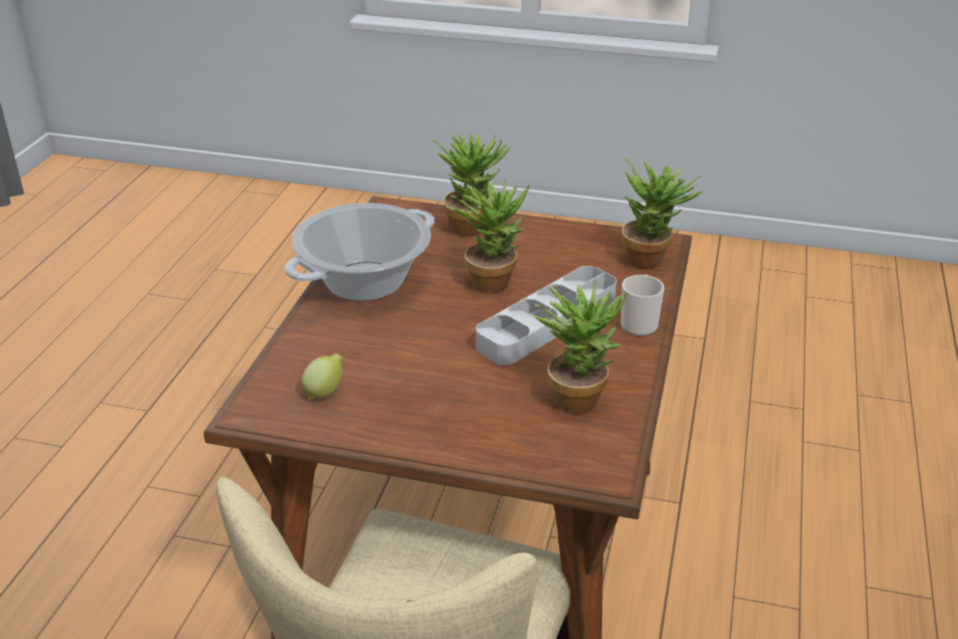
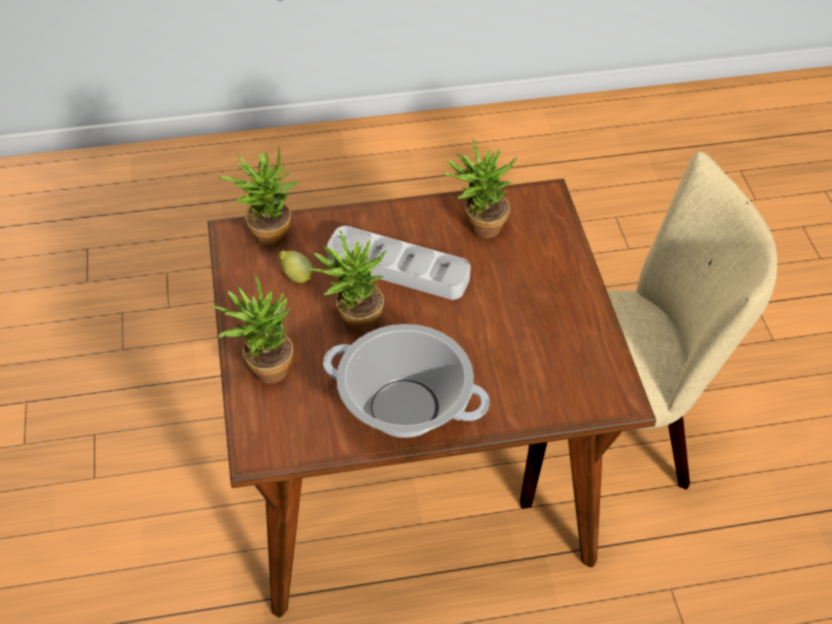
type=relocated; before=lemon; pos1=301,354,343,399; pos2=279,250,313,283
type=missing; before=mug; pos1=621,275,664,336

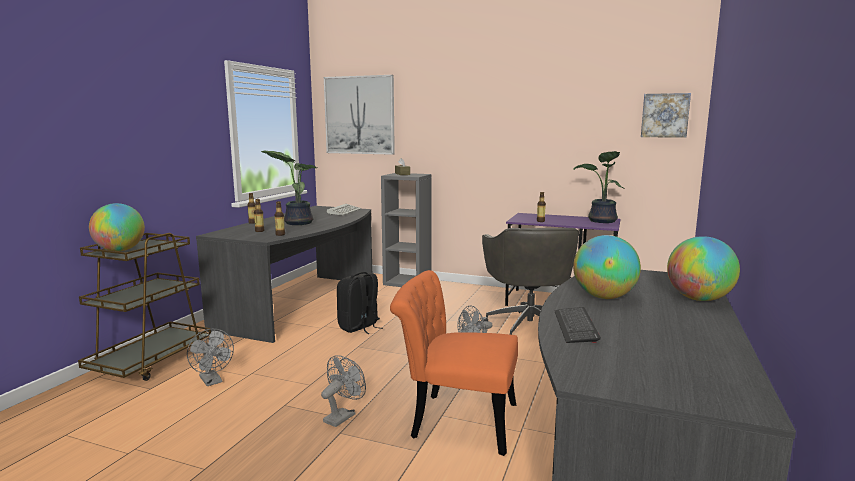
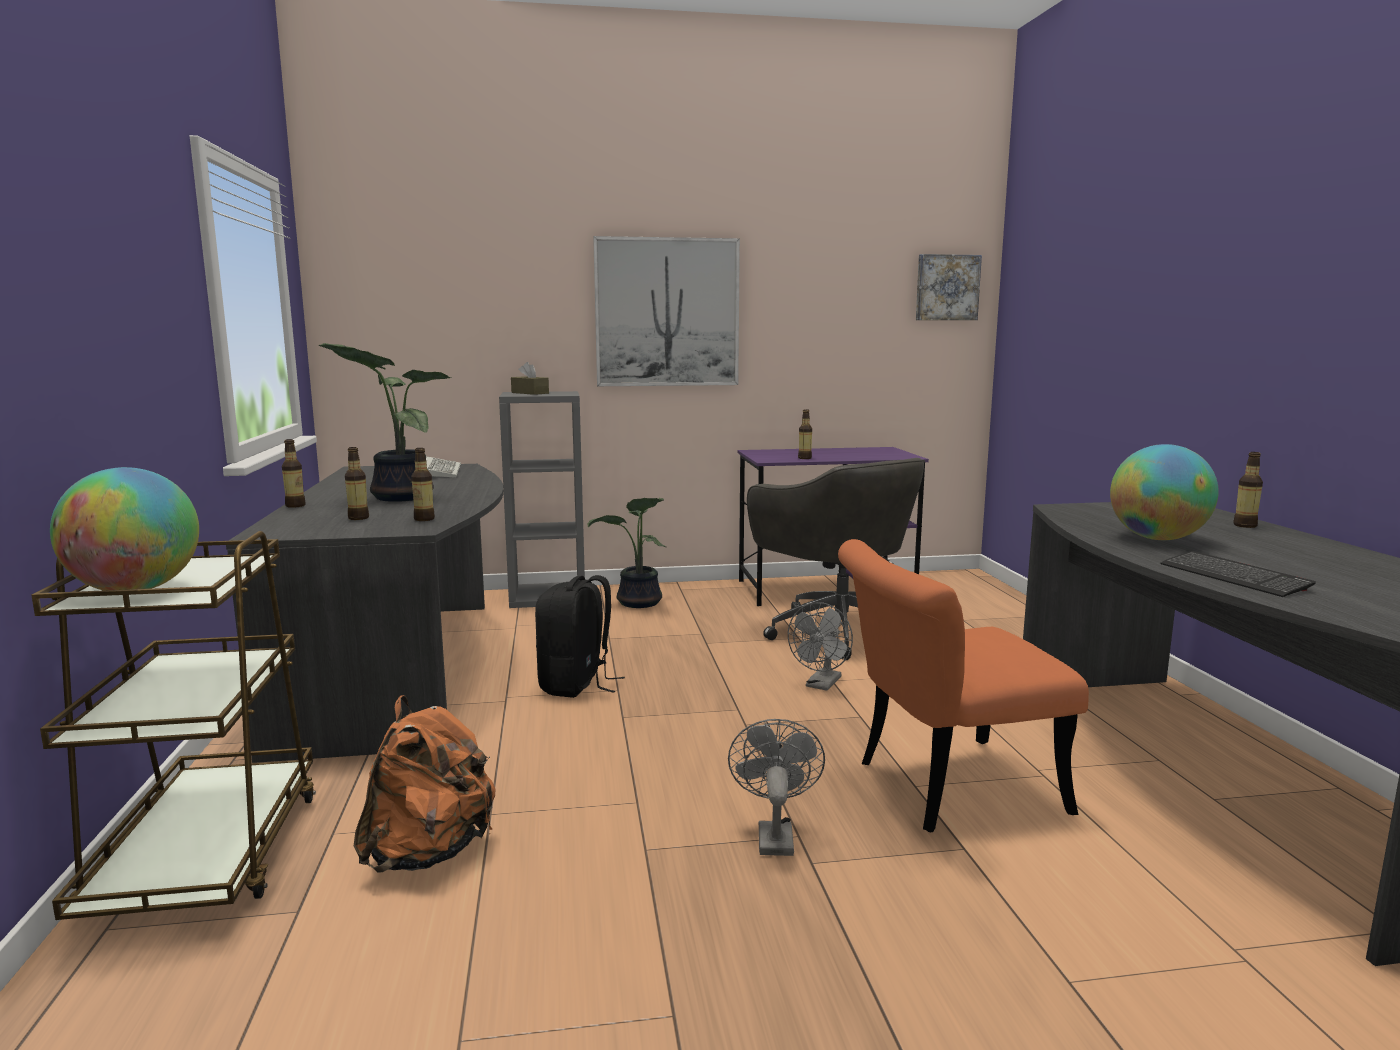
type=exchanged; before=grey fan; after=orange backpack; pos1=187,329,234,386; pos2=354,695,495,873
type=relocated; before=picture; pos1=324,75,395,155; pos2=593,236,740,386
type=relocated; before=potted plant; pos1=573,151,625,223; pos2=588,498,667,608
type=exchanged; before=globe; after=bottle; pos1=667,236,740,301; pos2=1233,452,1263,528

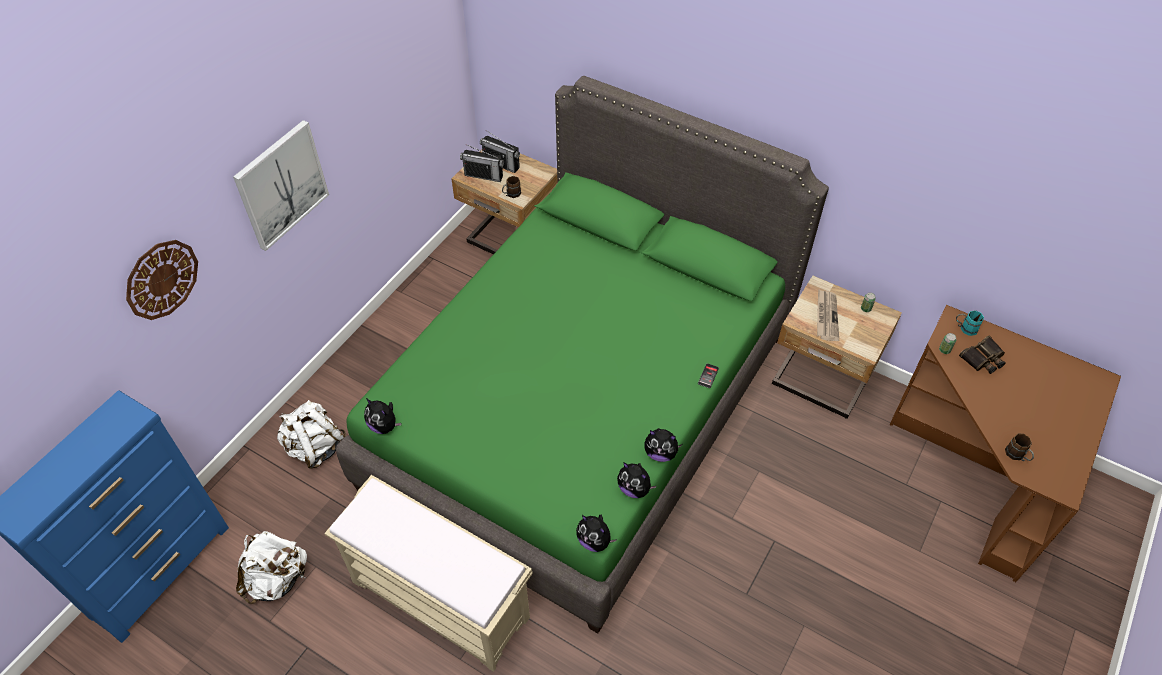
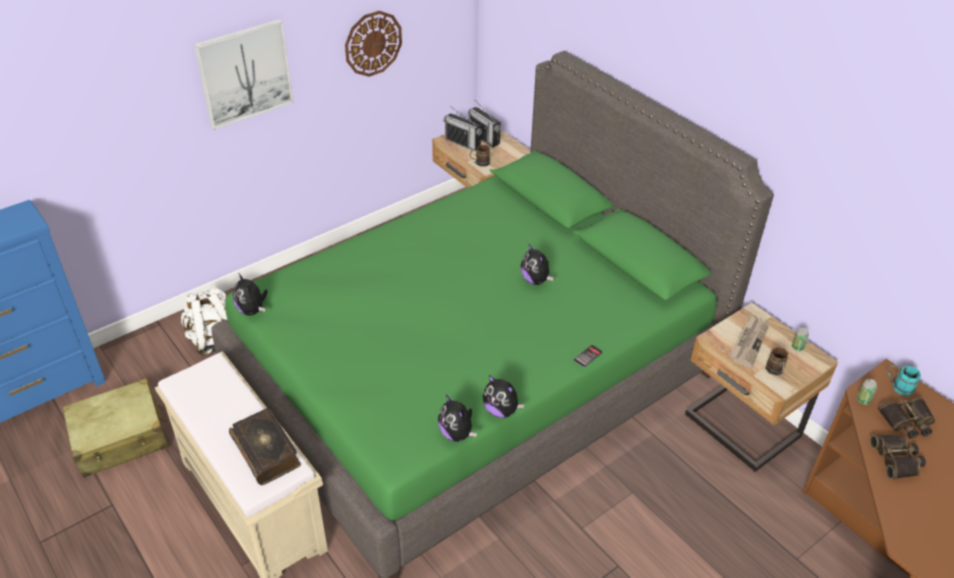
type=relocated; before=wall clock; pos1=126,240,198,320; pos2=345,11,402,77
type=exchanged; before=white backpack; after=beige suitcase; pos1=236,531,307,604; pos2=62,378,169,478
type=relocated; before=plush toy; pos1=576,515,617,552; pos2=521,244,554,285
type=relocated; before=brown mug; pos1=1005,434,1034,461; pos2=765,347,788,376
type=appeared; after=book; pos2=229,408,301,485
type=appeared; after=binoculars; pos2=870,435,926,479

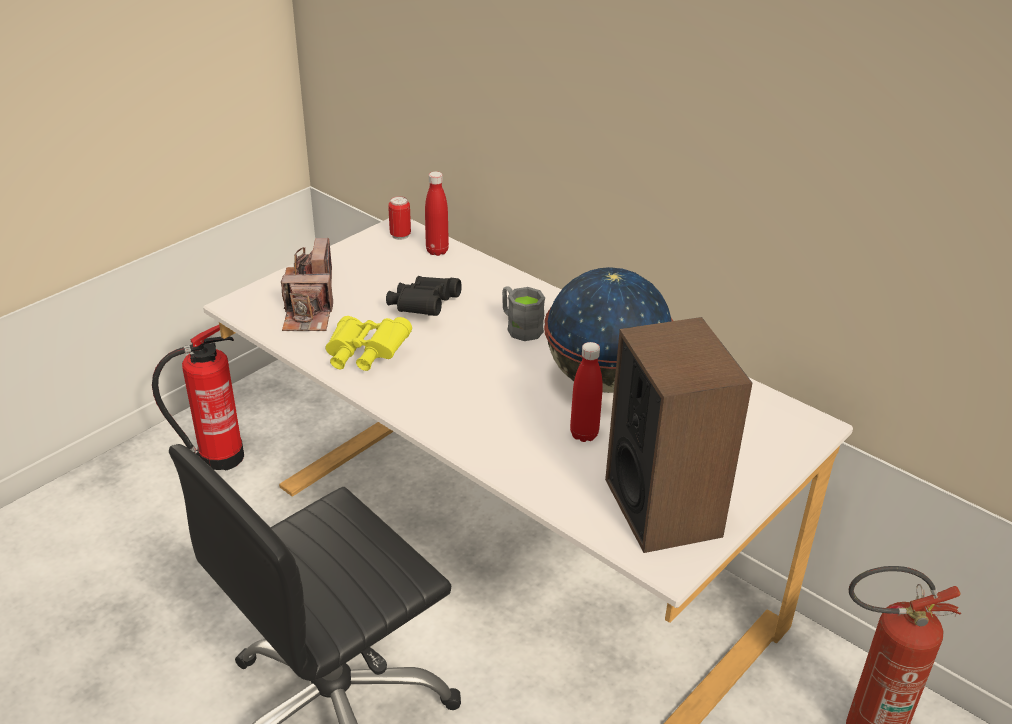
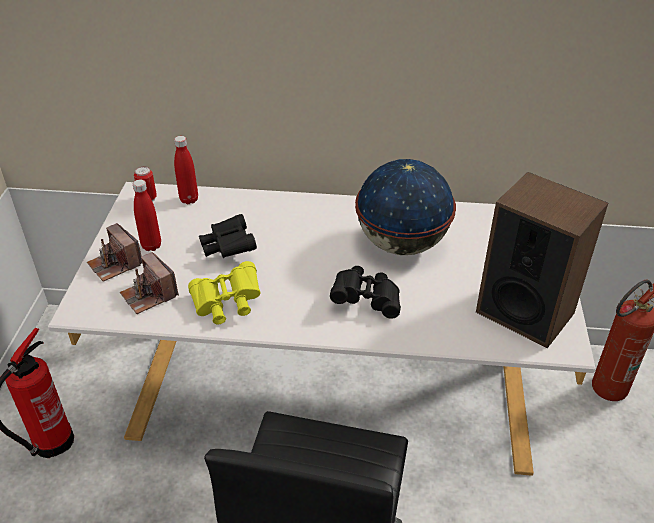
type=spun; before=photo camera; pos1=281,273,333,331; pos2=120,252,179,314; turn=90
type=missing; before=grey mug; pos1=502,286,545,341
type=relocated; before=red bottle; pos1=570,342,603,442; pos2=133,179,161,251
type=appeared; after=black binoculars; pos2=330,266,401,319

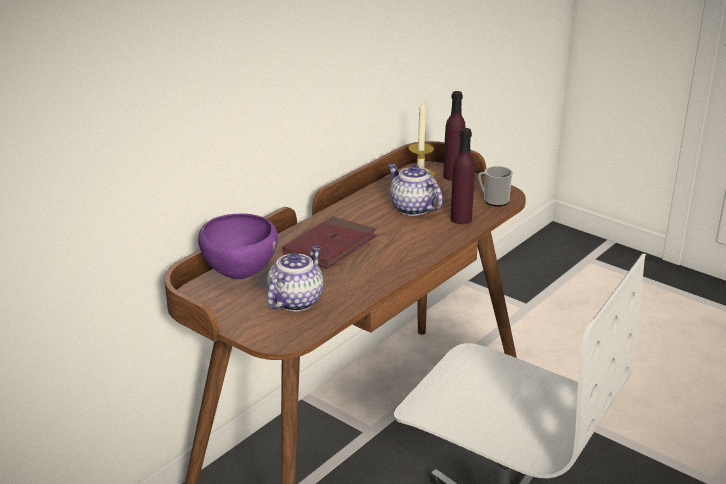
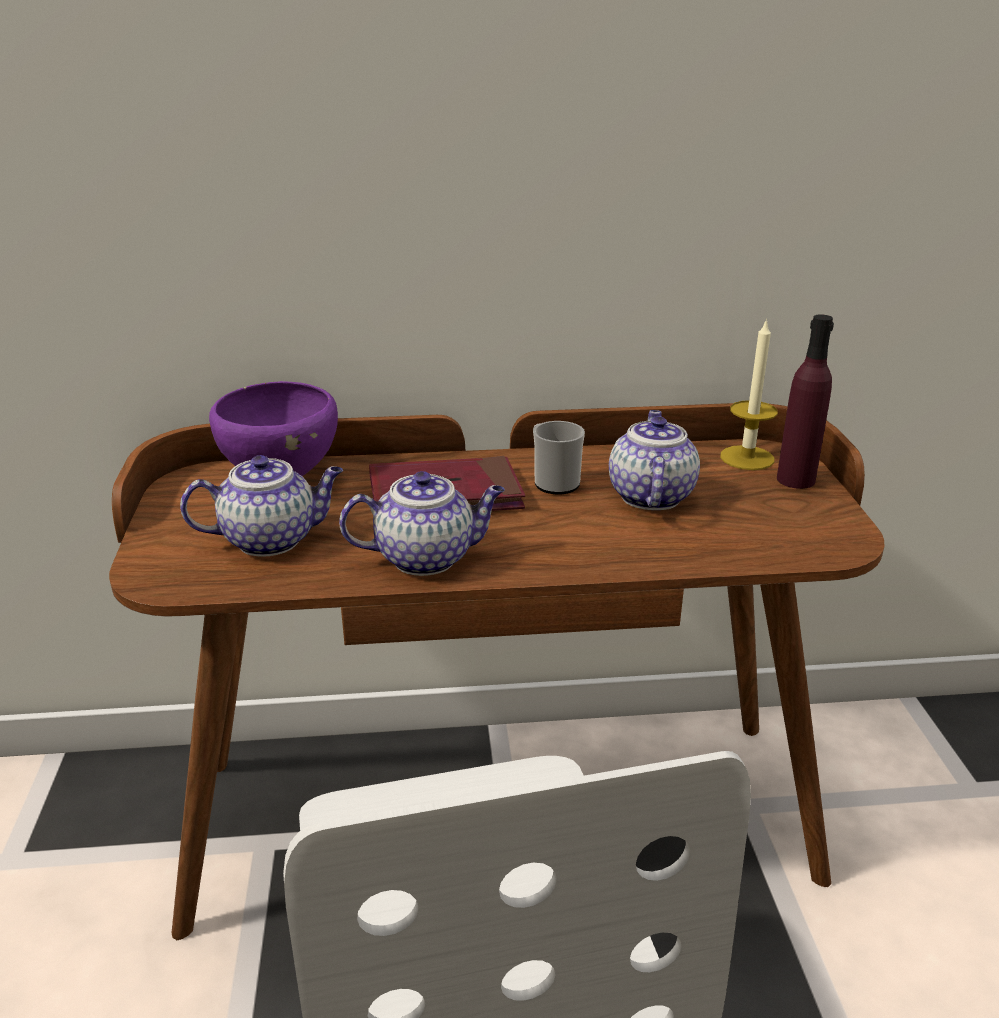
type=missing; before=purple bottle; pos1=450,128,475,224
type=relocated; before=mug; pos1=478,166,513,206; pos2=533,421,585,494
type=appeared; after=teapot; pos2=339,471,505,576

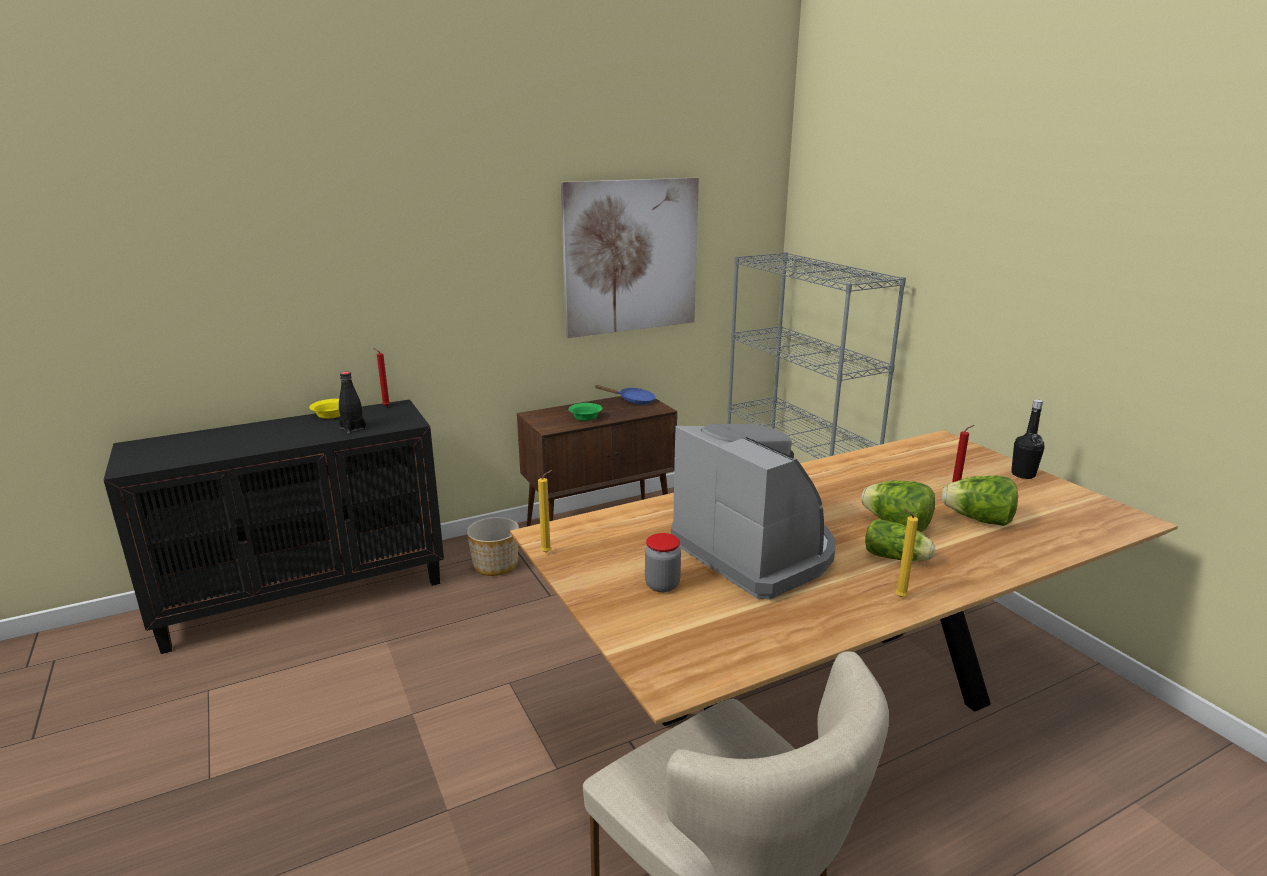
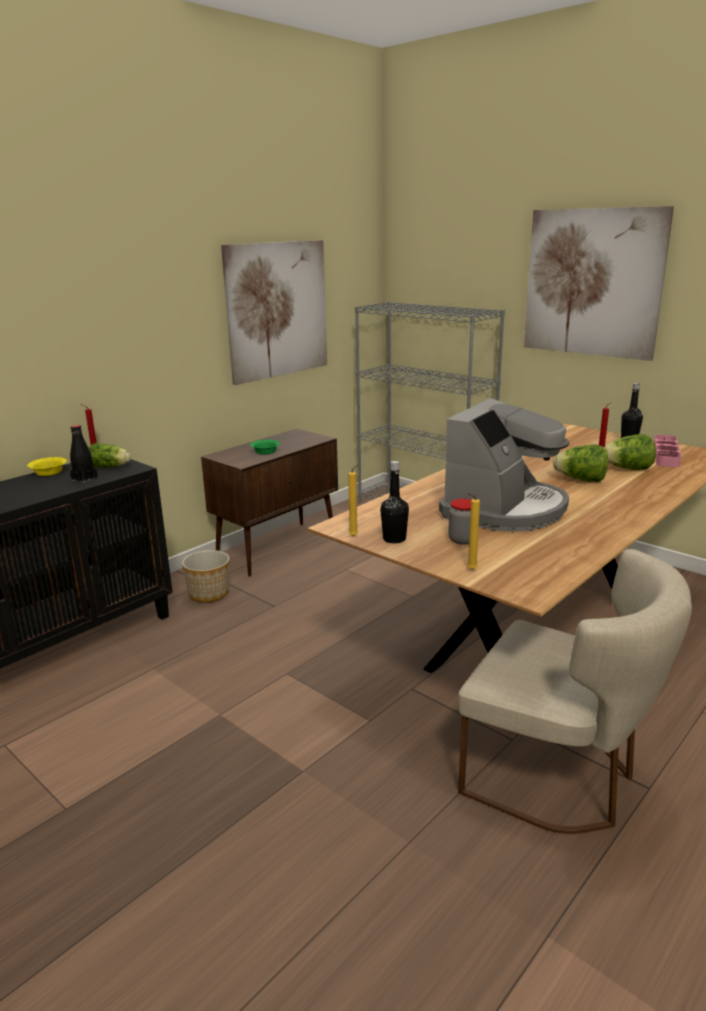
type=missing; before=blue frying pan; pos1=595,385,656,405
type=spun; before=coffee machine; pos1=671,424,836,600; pos2=439,398,569,532; turn=90
type=relocated; before=lettuce; pos1=865,519,935,561; pos2=88,443,131,467
type=relocated; before=yellow candle; pos1=896,509,918,597; pos2=467,493,480,570
type=appeared; after=black bottle; pos2=380,461,409,543
type=appeared; after=picture; pos2=524,206,674,361
type=appeared; after=pink tray; pos2=654,435,681,467

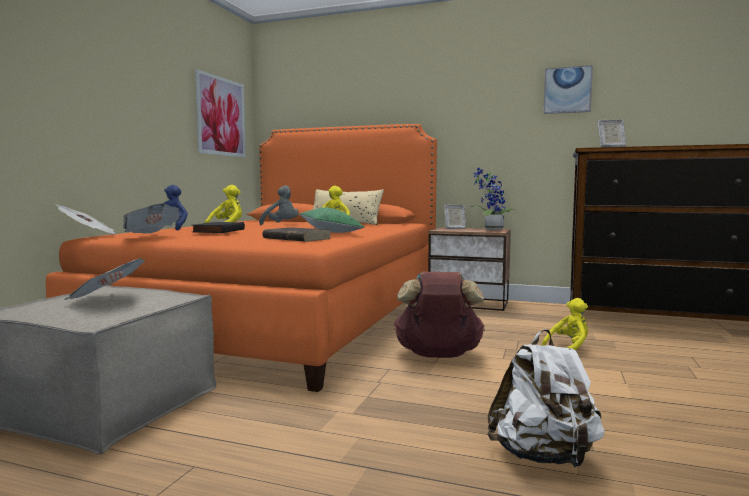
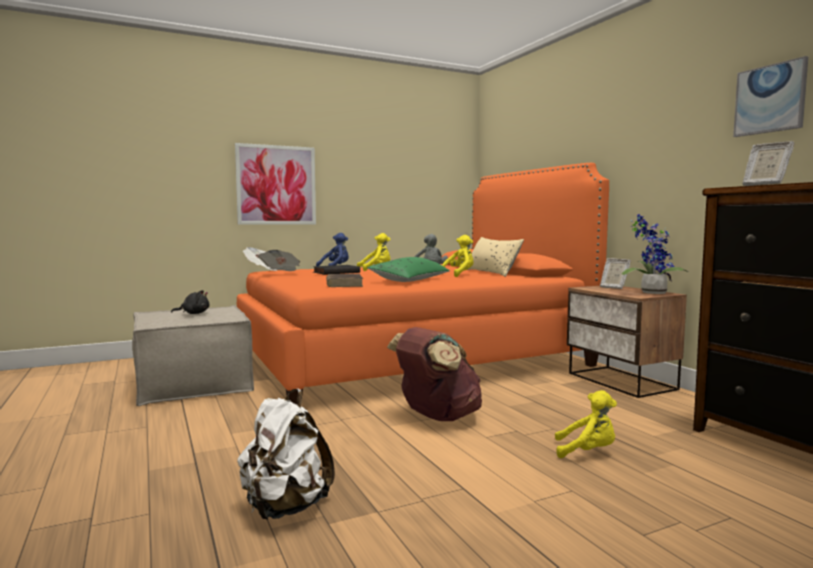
type=exchanged; before=newspaper; after=black plush toy; pos1=64,258,145,300; pos2=171,290,209,314
type=relocated; before=picture; pos1=195,69,246,157; pos2=235,143,316,225

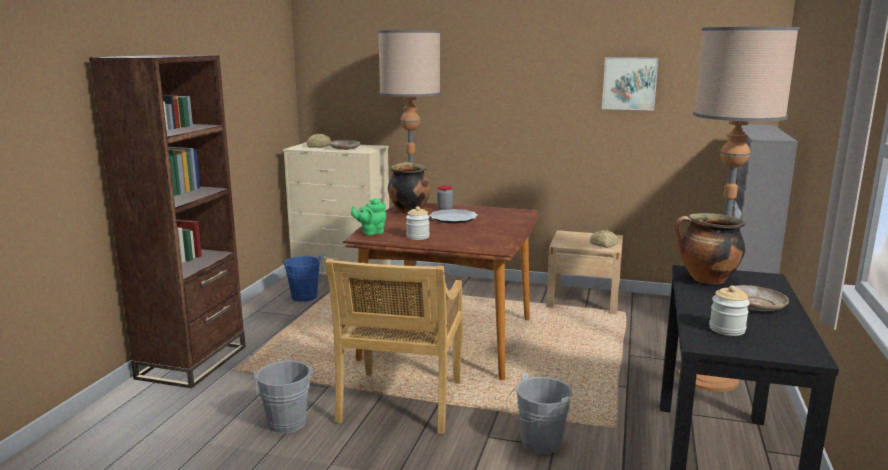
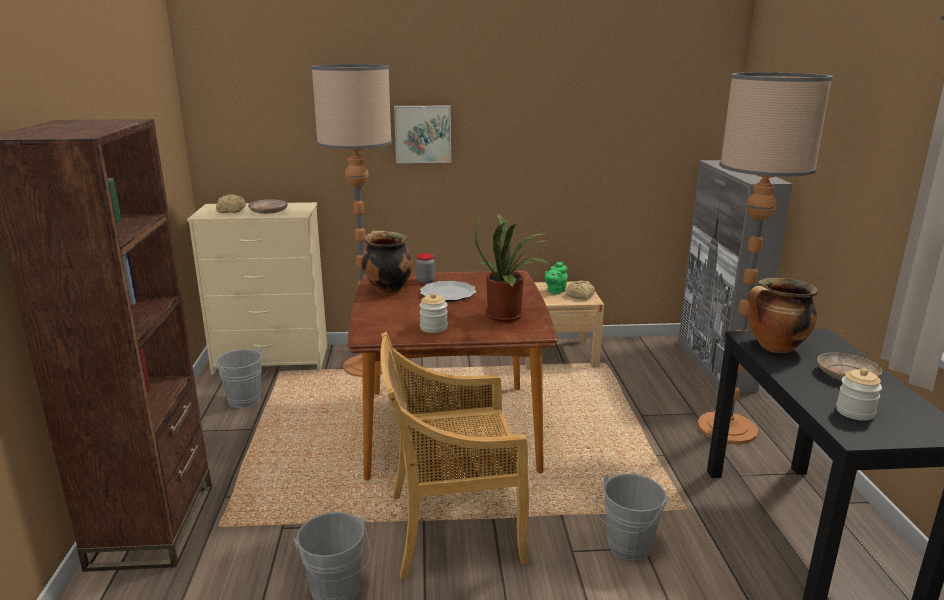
type=colour; before=blue bucket; after=grey bucket; pos1=283,255,323,302; pos2=215,347,268,408
type=spun; before=beige chair; pos1=325,259,463,434; pos2=380,332,529,579; turn=90
type=relocated; before=green teapot; pos1=351,198,386,235; pos2=545,261,568,295
type=relocated; before=picture; pos1=602,57,658,110; pos2=394,106,451,163
type=appeared; after=potted plant; pos2=475,213,549,322

